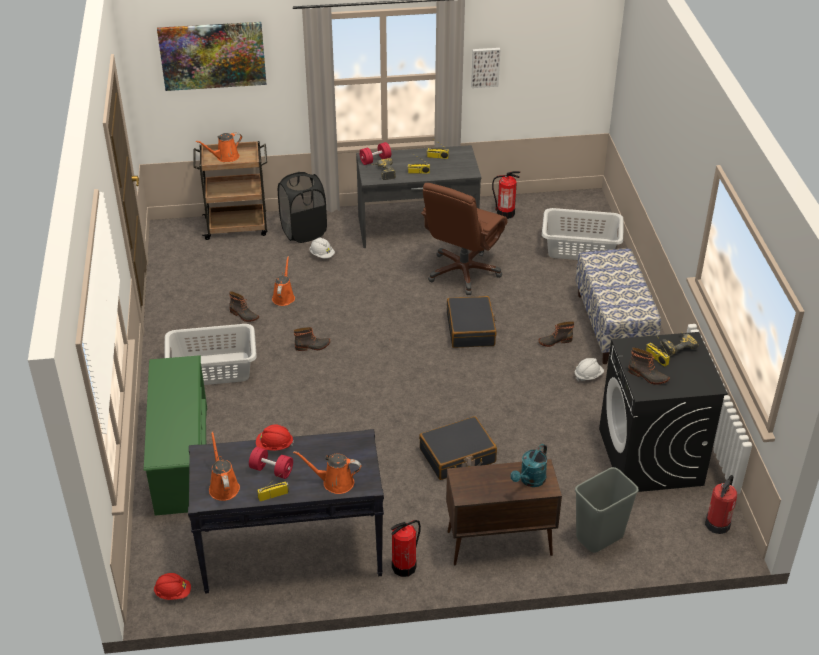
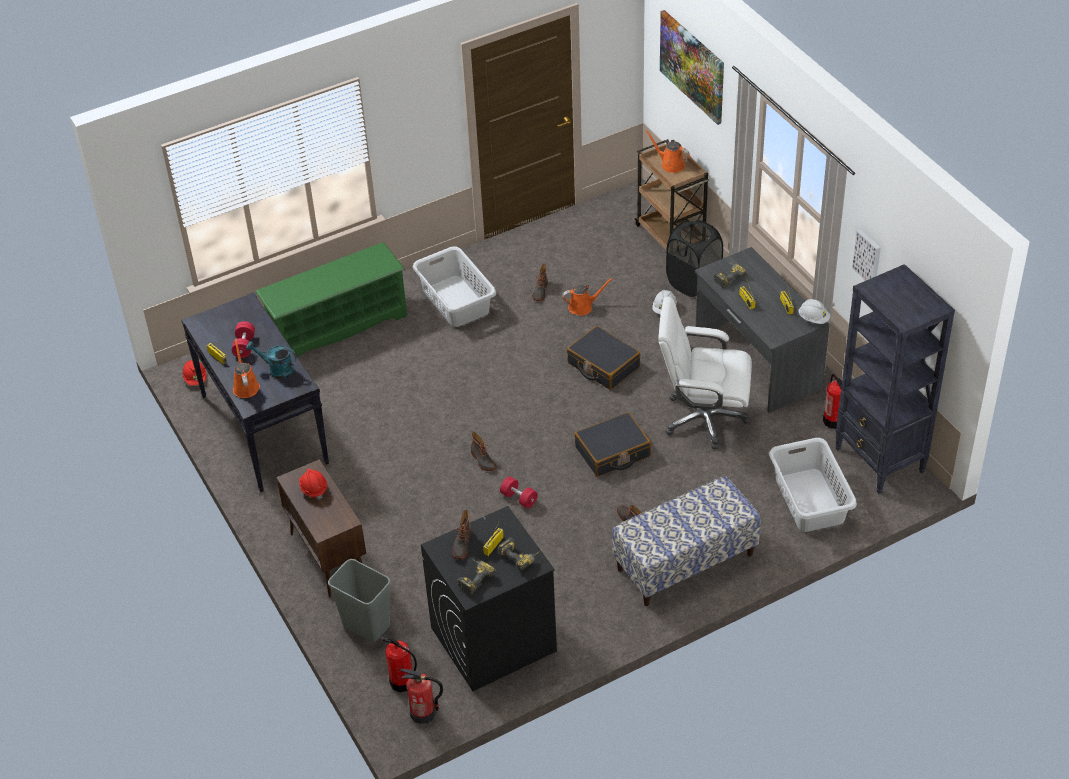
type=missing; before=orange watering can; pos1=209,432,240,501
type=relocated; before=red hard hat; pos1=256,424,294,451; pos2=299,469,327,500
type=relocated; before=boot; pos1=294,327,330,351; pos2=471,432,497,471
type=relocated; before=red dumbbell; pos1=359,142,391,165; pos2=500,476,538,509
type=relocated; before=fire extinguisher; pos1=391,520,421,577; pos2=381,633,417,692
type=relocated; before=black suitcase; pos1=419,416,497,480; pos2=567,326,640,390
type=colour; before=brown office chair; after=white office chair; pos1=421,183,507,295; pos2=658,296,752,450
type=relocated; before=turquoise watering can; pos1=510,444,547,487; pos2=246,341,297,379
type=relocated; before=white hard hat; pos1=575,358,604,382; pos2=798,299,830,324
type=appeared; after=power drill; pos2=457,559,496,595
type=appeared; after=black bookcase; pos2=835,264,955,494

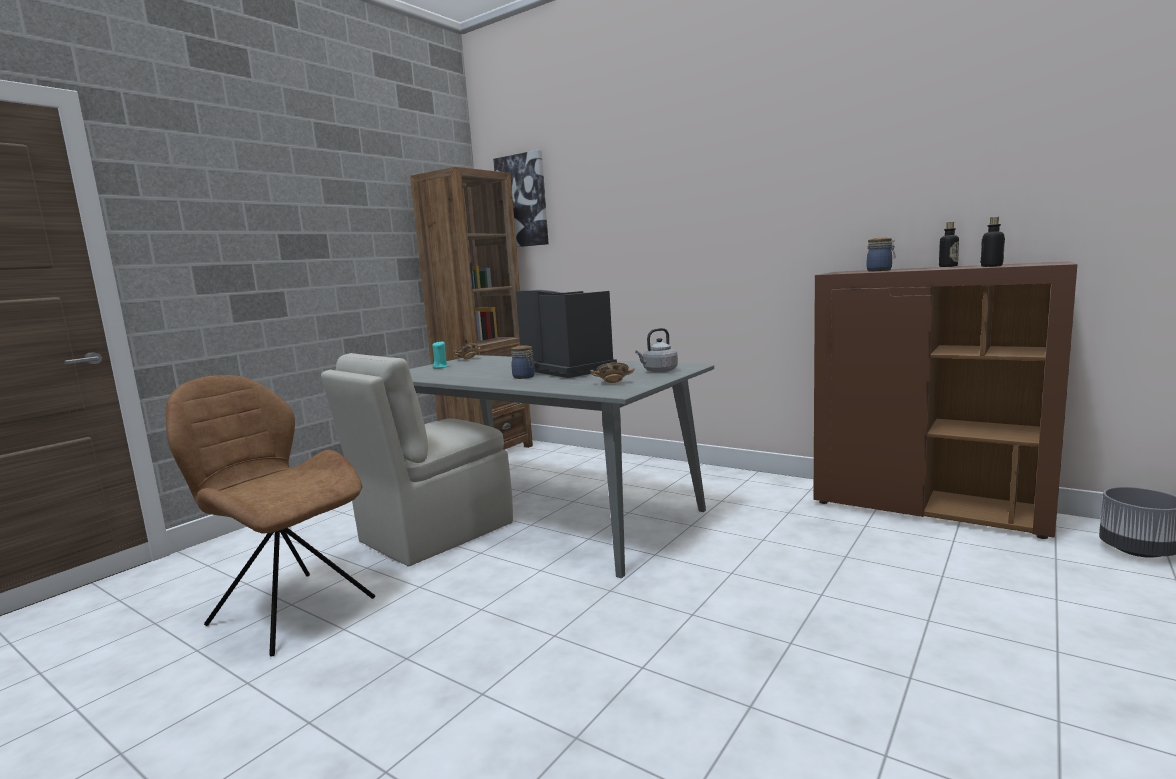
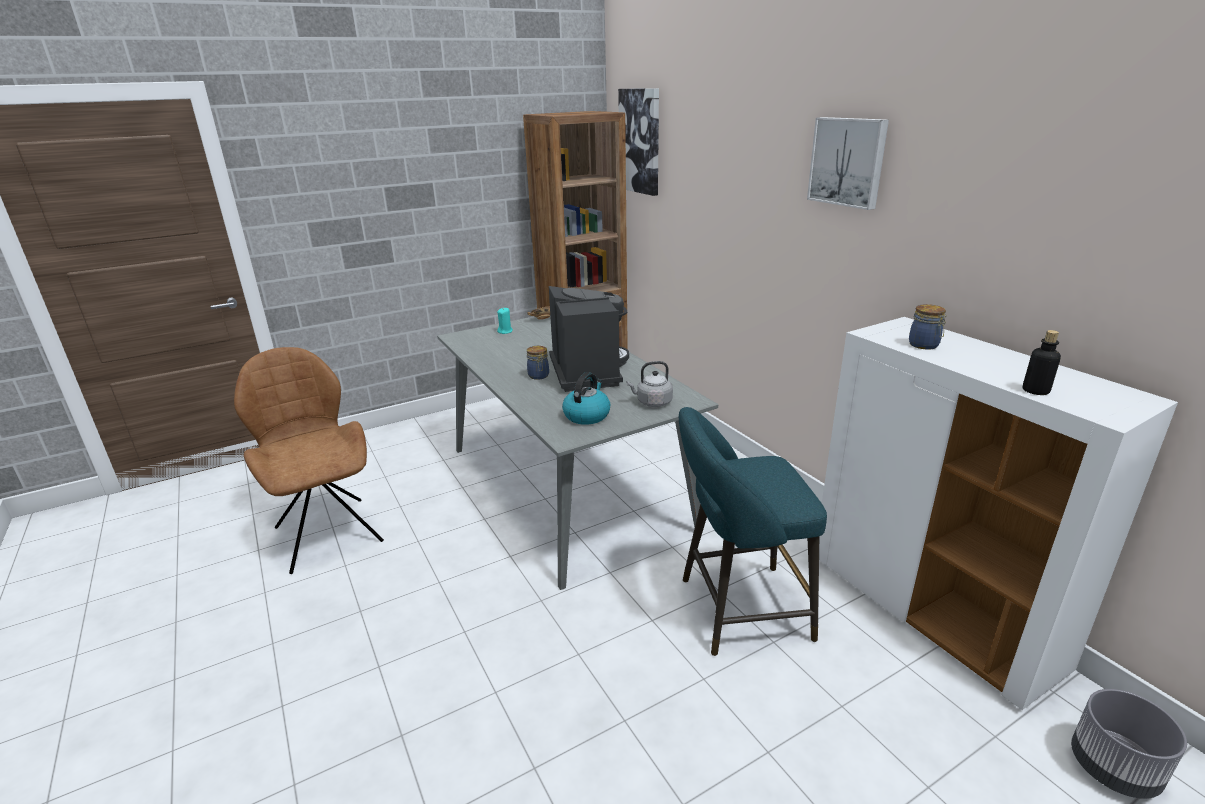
type=missing; before=beige chair; pos1=321,353,513,566
type=exchanged; before=bowl; after=kettle; pos1=591,362,635,383; pos2=562,372,610,425
type=colour; before=brown cabinet; after=white cabinet; pos1=814,261,1078,539; pos2=819,317,1178,710
type=missing; before=bottle; pos1=939,222,959,267
type=appeared; after=turquoise stool; pos2=679,407,827,656
type=appeared; after=picture; pos2=807,117,889,210

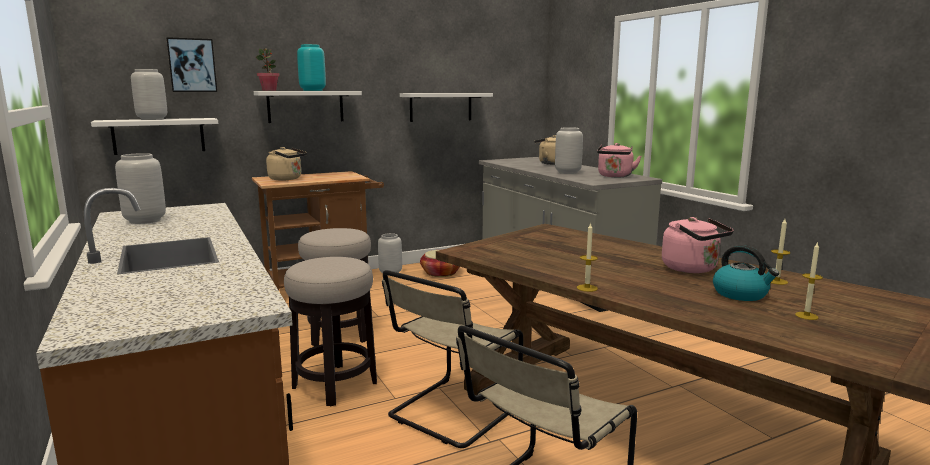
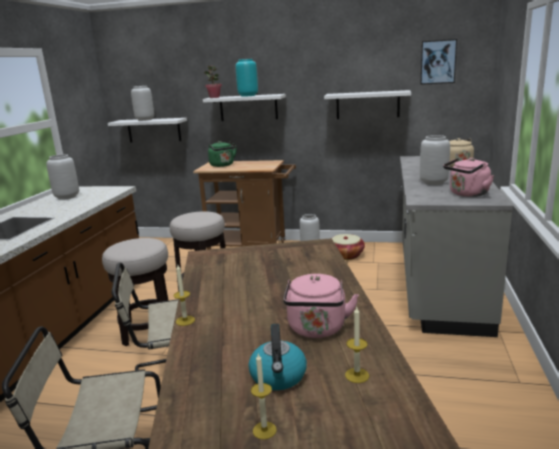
type=relocated; before=picture; pos1=166,37,217,92; pos2=420,39,457,85
type=colour; before=beige kettle; after=green kettle; pos1=266,147,307,180; pos2=208,141,237,167

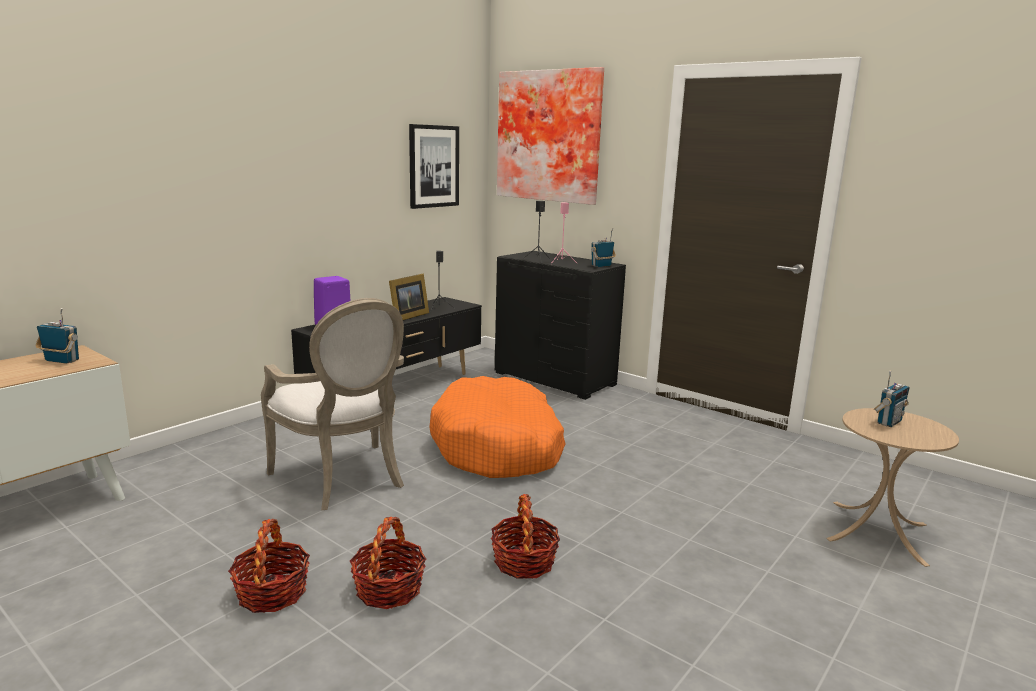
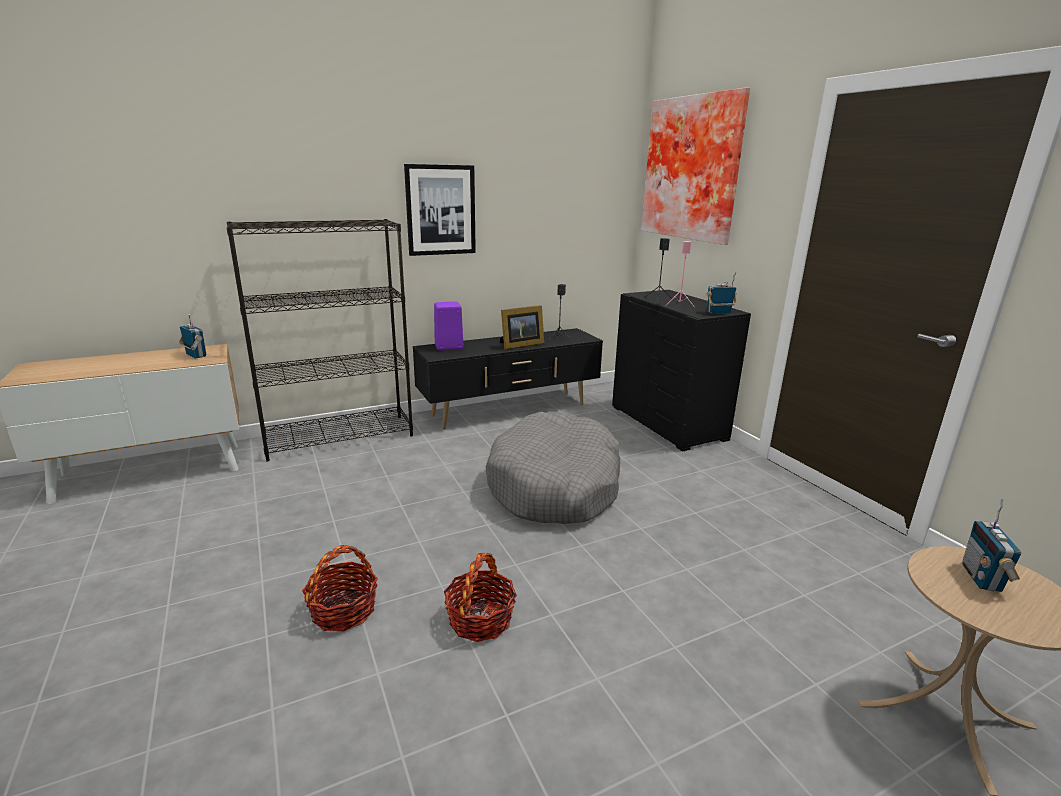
type=missing; before=basket; pos1=228,519,310,613
type=missing; before=armchair; pos1=261,298,404,510
type=relocated; before=picture; pos1=409,124,459,209; pos2=404,164,476,256
type=colour; before=orange dog bed; after=grey dog bed; pos1=429,376,566,478; pos2=486,412,620,524
type=spun; before=radio; pos1=874,371,910,427; pos2=962,499,1021,592; turn=120
type=appeared; after=black bookcase; pos2=227,219,413,462

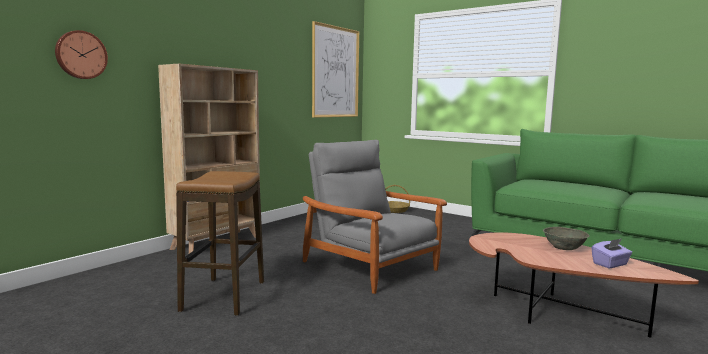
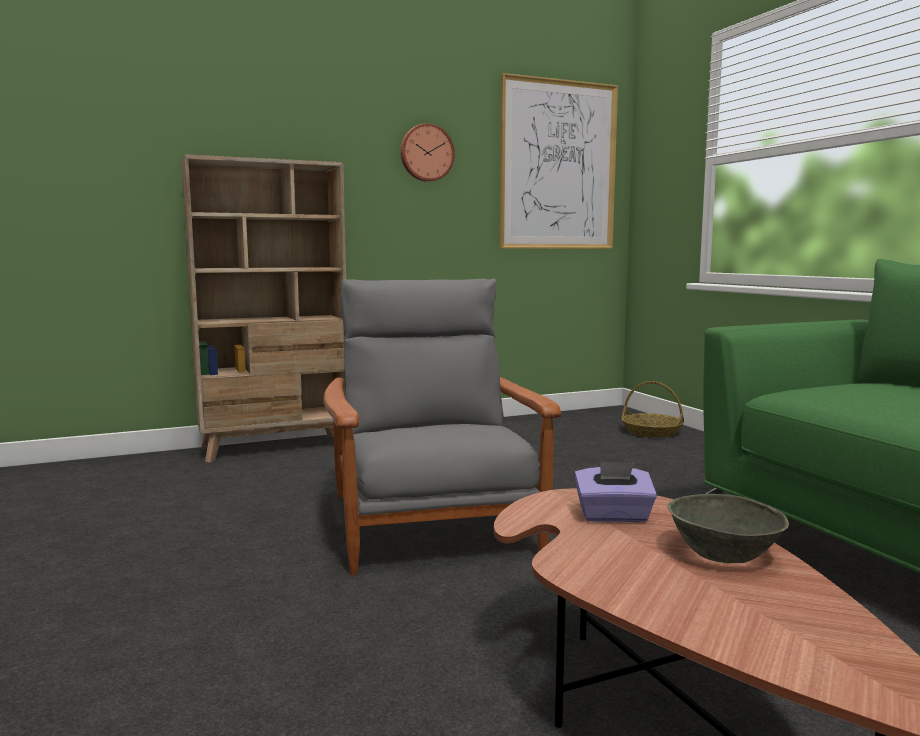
type=relocated; before=wall clock; pos1=55,30,108,79; pos2=400,123,455,182
type=missing; before=stool; pos1=176,171,264,316
type=relocated; before=purple tissue box; pos1=591,239,632,268; pos2=574,461,657,522

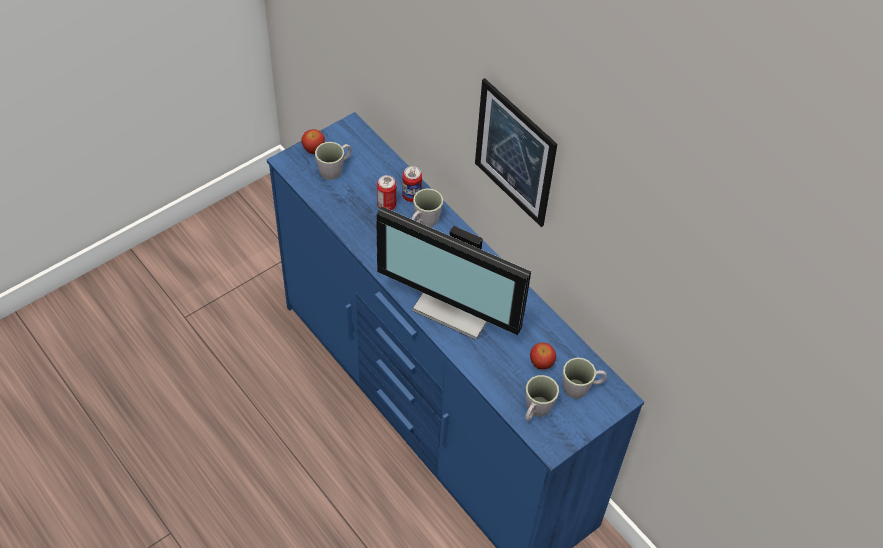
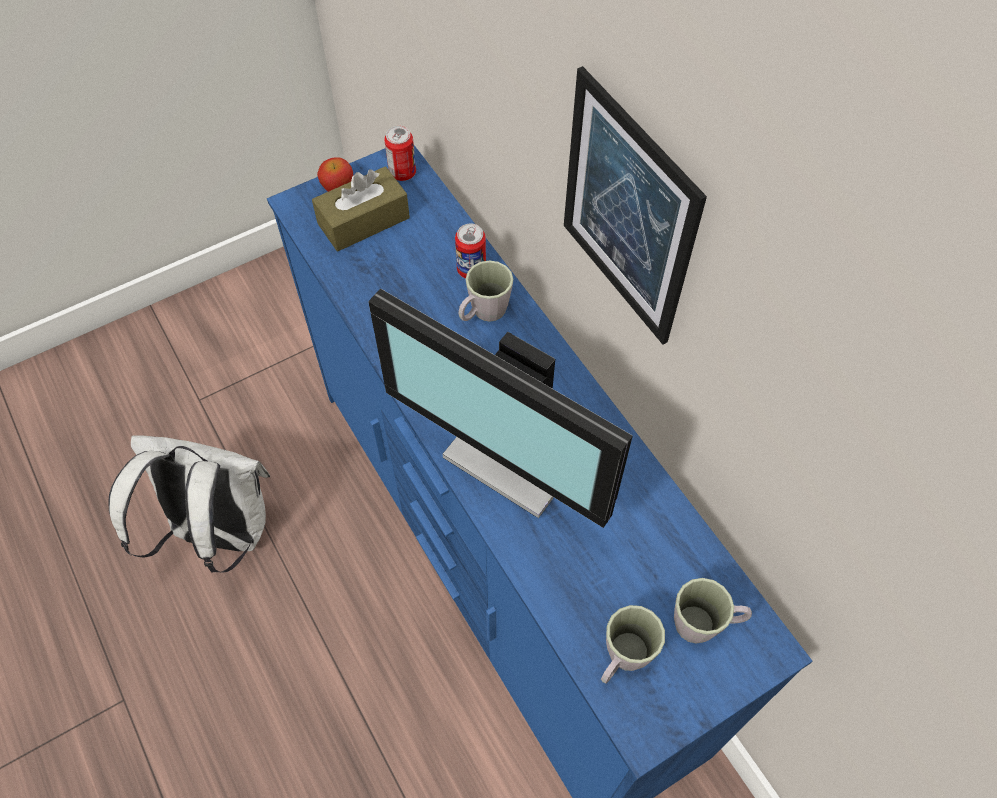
type=exchanged; before=grey mug; after=brown tissue box; pos1=315,142,351,180; pos2=312,166,410,251
type=relocated; before=can; pos1=377,175,397,210; pos2=384,126,416,181
type=missing; before=apple; pos1=530,343,556,370
type=appeared; after=white backpack; pos2=109,436,270,572

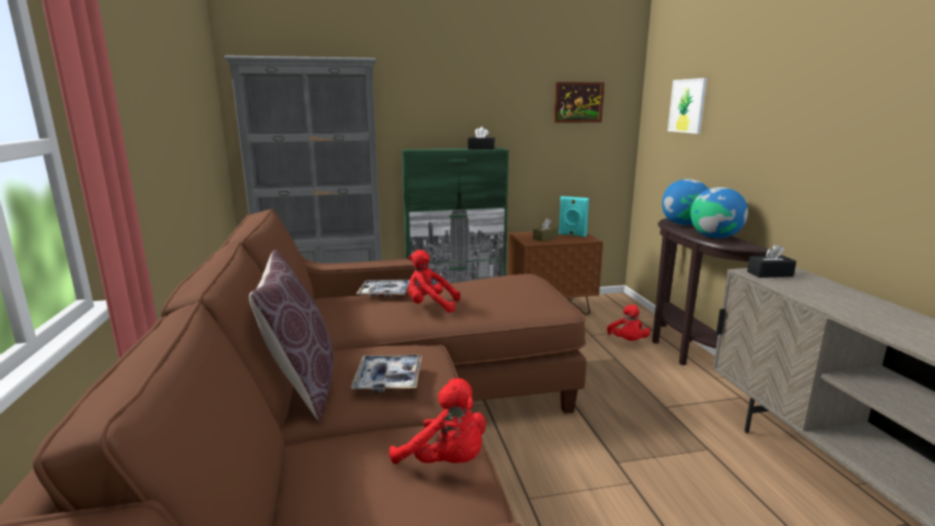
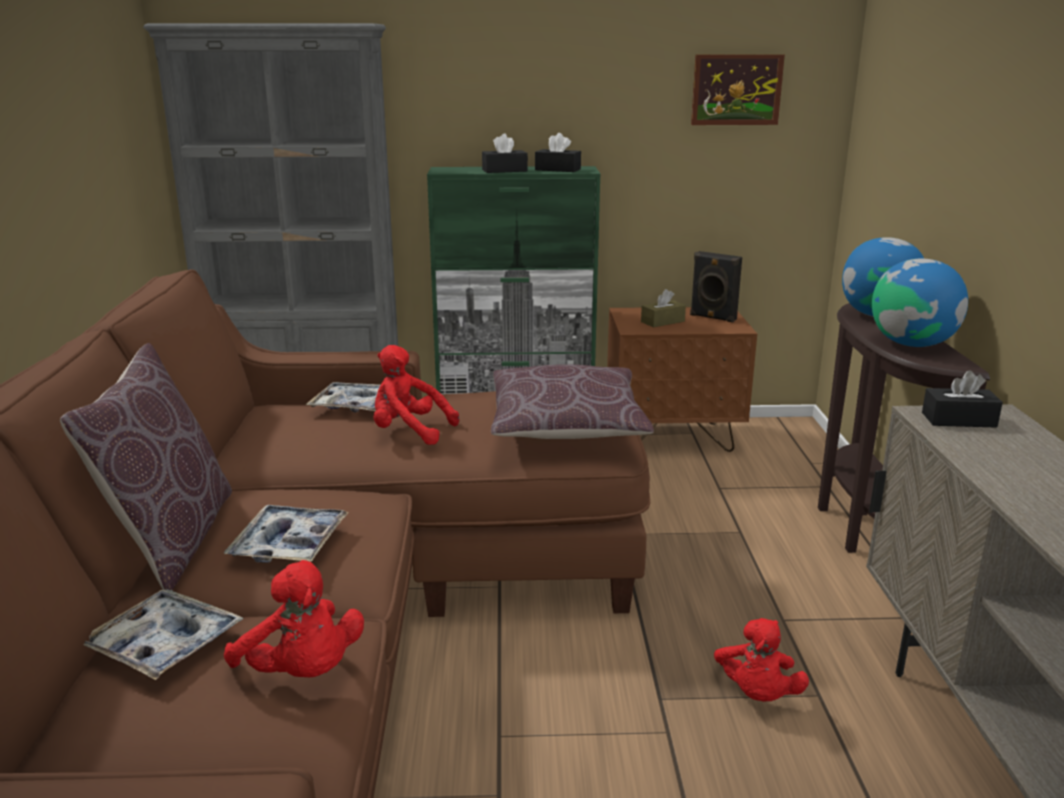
type=colour; before=turquoise speaker; after=black speaker; pos1=558,196,589,237; pos2=690,251,742,322
type=relocated; before=red plush toy; pos1=607,305,650,341; pos2=714,618,809,702
type=missing; before=picture; pos1=668,78,707,134
type=appeared; after=tray; pos2=84,589,244,680
type=appeared; after=black tissue box; pos2=482,134,528,173
type=appeared; after=brown pillow; pos2=491,364,654,439

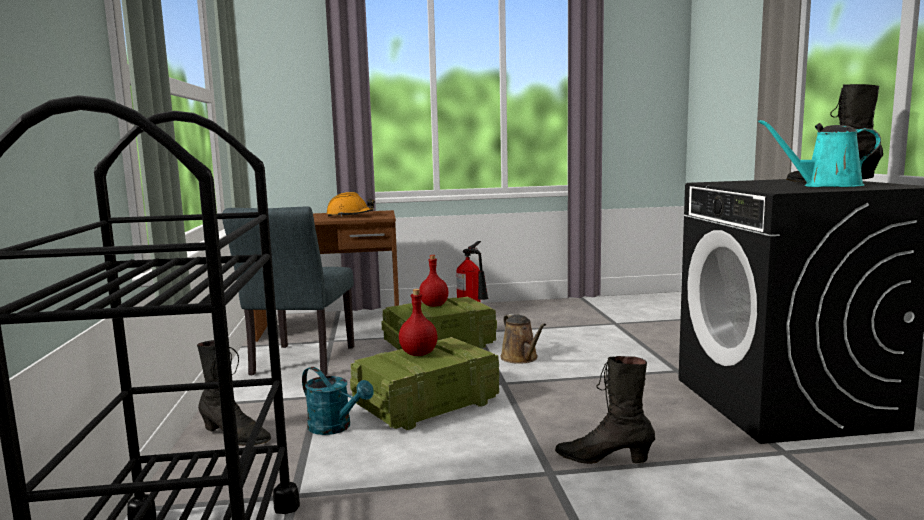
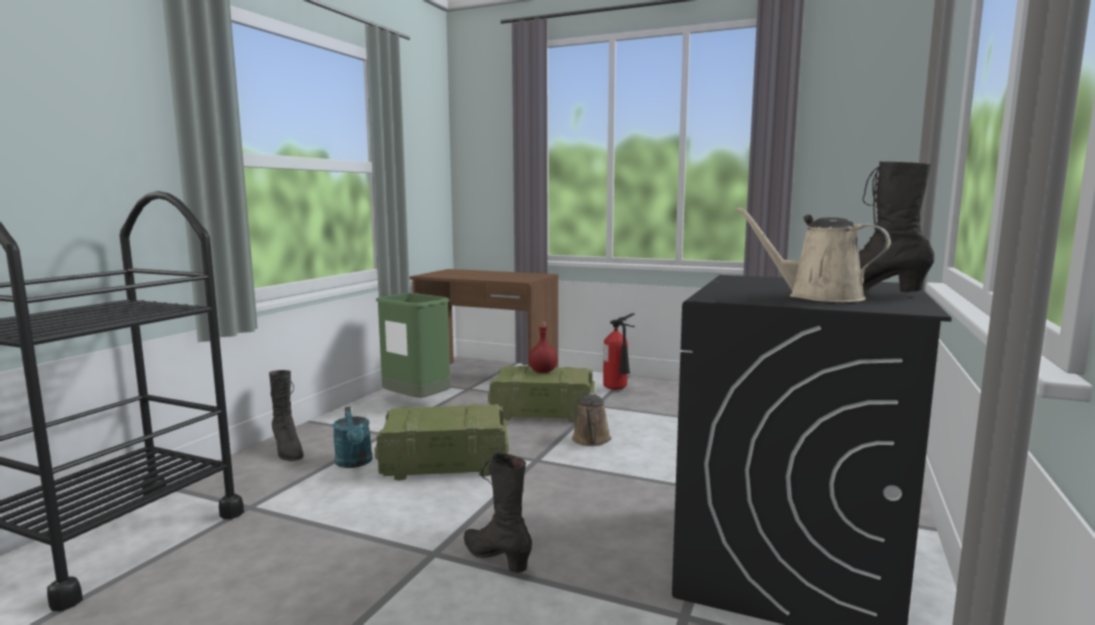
type=exchanged; before=grey chair; after=green trash can; pos1=222,206,354,376; pos2=376,293,450,398
type=missing; before=orange hard hat; pos1=326,192,375,217
type=missing; before=red bottle; pos1=399,289,437,356
type=colour; before=turquoise watering can; after=beige watering can; pos1=758,120,881,187; pos2=735,207,891,302

